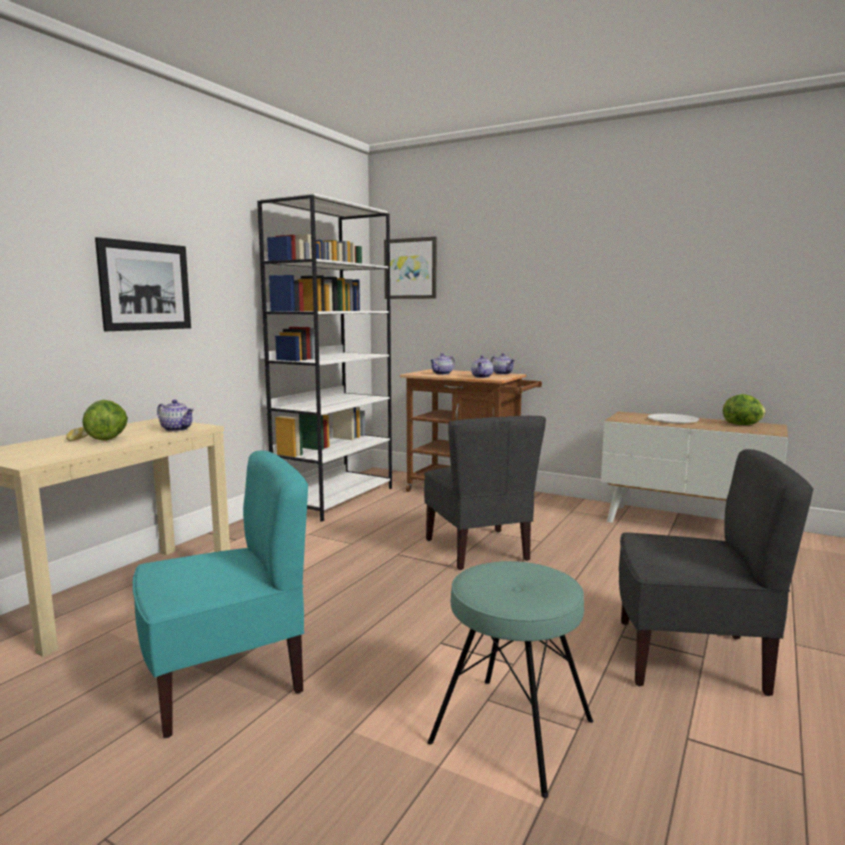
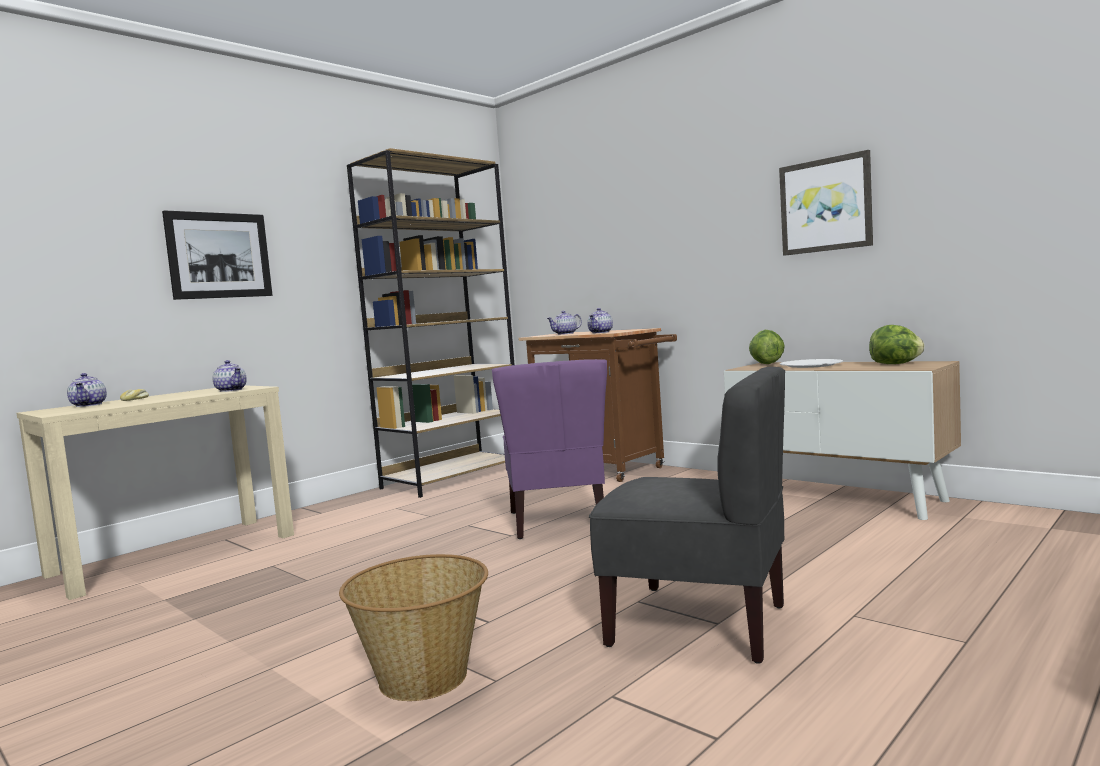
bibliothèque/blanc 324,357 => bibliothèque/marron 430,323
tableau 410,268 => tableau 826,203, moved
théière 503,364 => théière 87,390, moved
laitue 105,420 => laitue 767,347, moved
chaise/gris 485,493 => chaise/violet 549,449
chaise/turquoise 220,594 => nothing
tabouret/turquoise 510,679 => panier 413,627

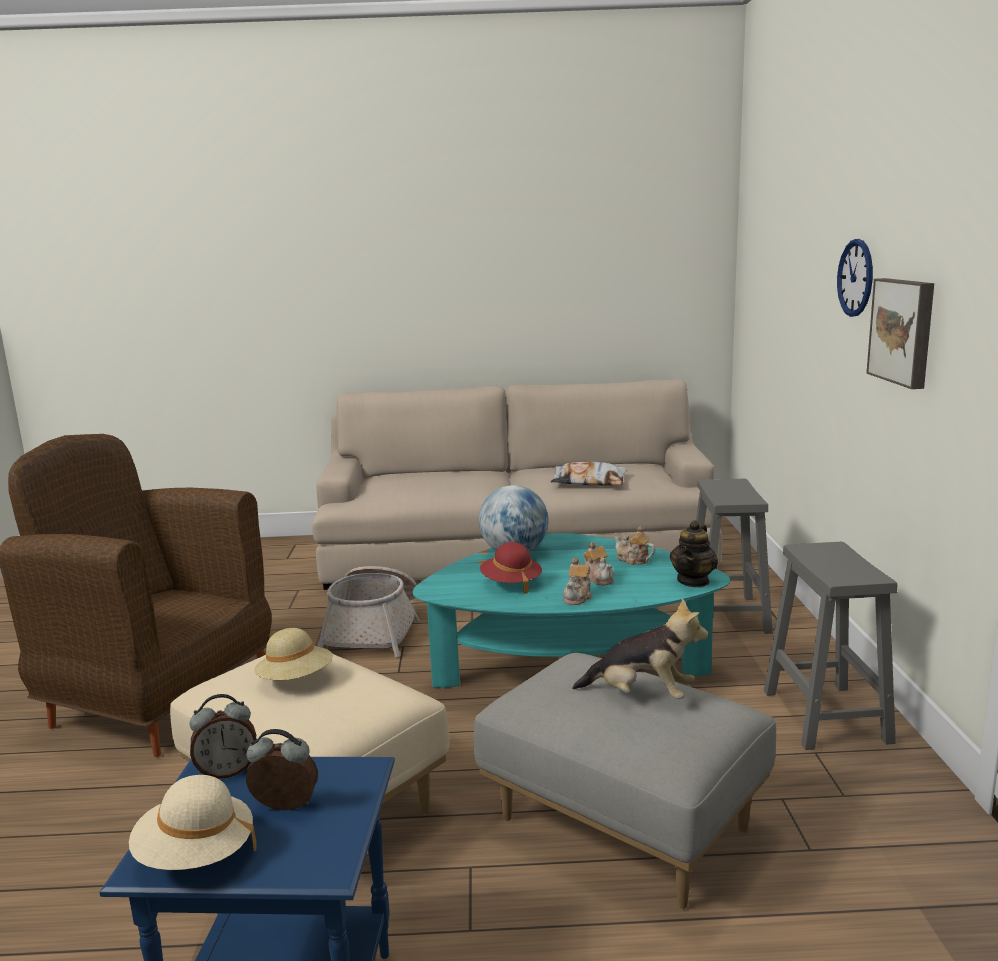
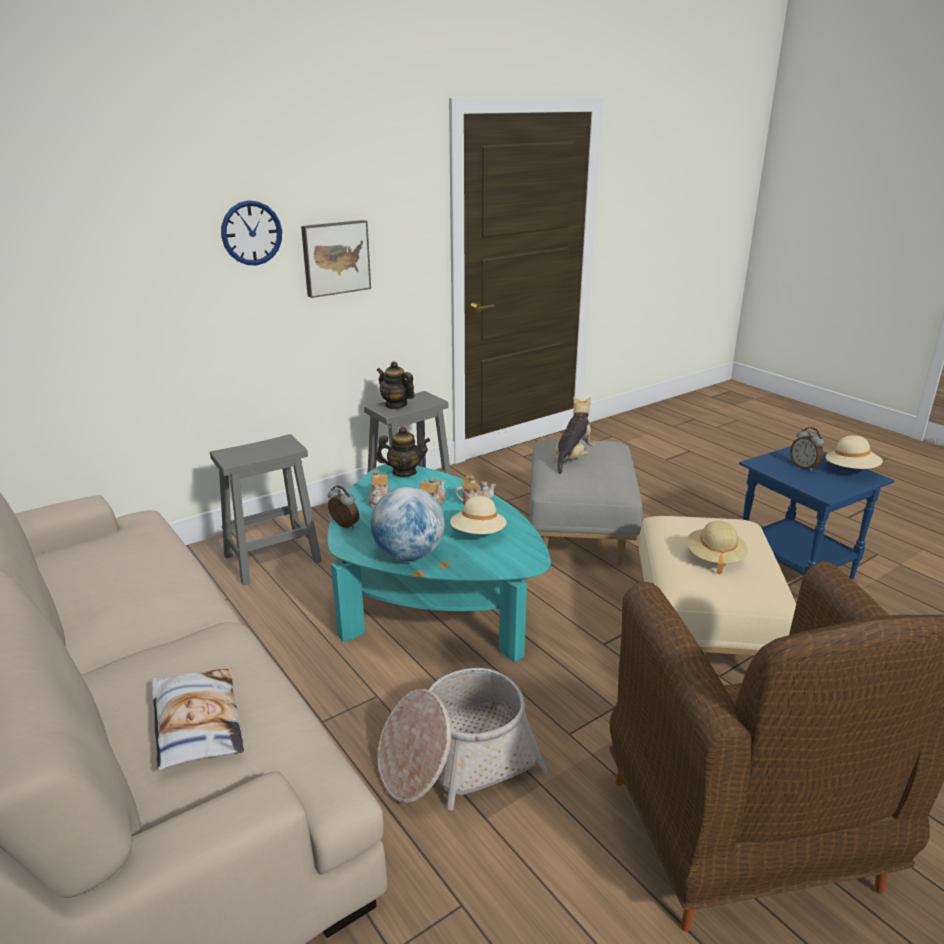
coussin 589,474 => coussin 198,719, moved
chapeau/rouge 511,568 => chapeau/beige 478,515
peluche 640,648 => peluche 575,435, 45 degrees clockwise
réveil 223,736 => réveil 343,507, moved
nothing => théière 396,385

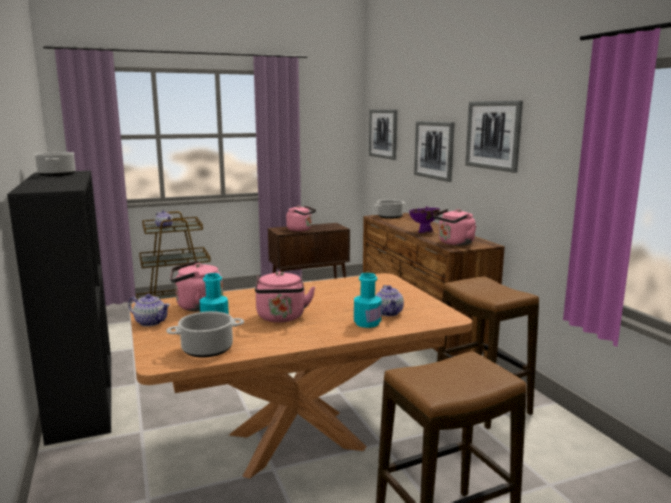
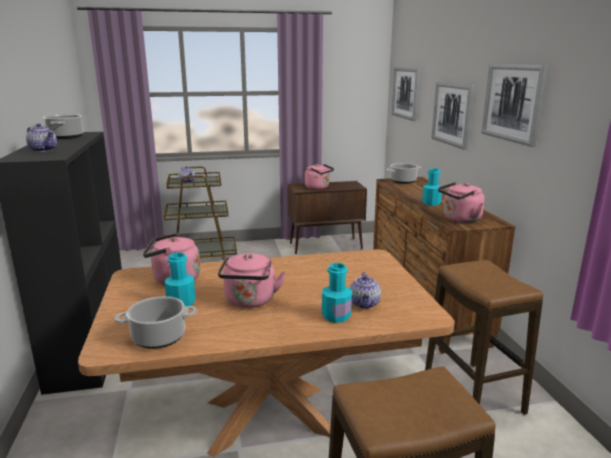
bol/violet 424,219 => bouteille/turquoise 432,187
théière 149,310 => théière 41,137, moved

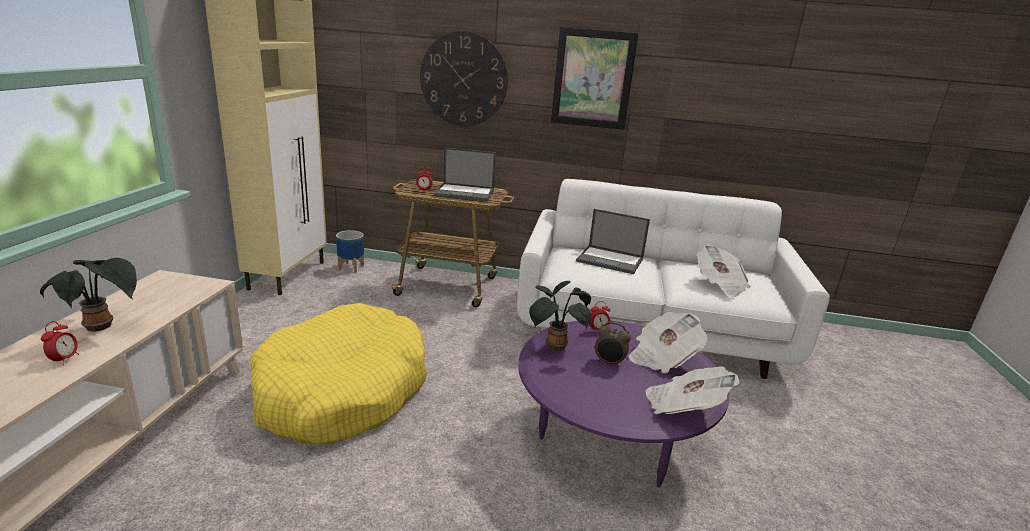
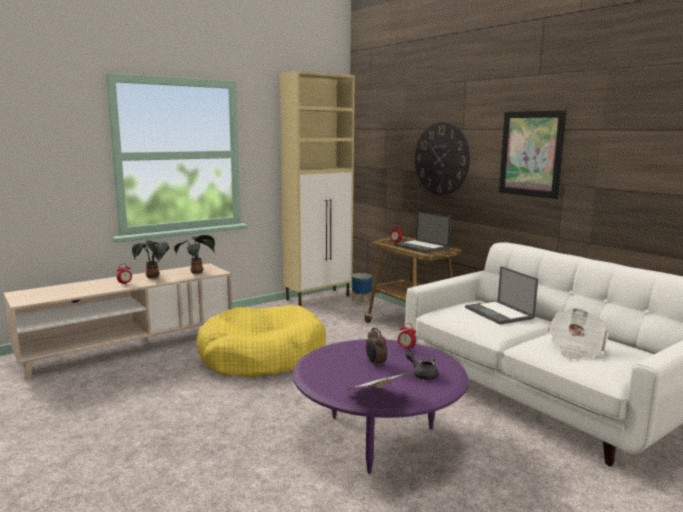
plante en pot 560,316 => plante en pot 194,254, moved
journal 668,342 => théière/gris 422,366

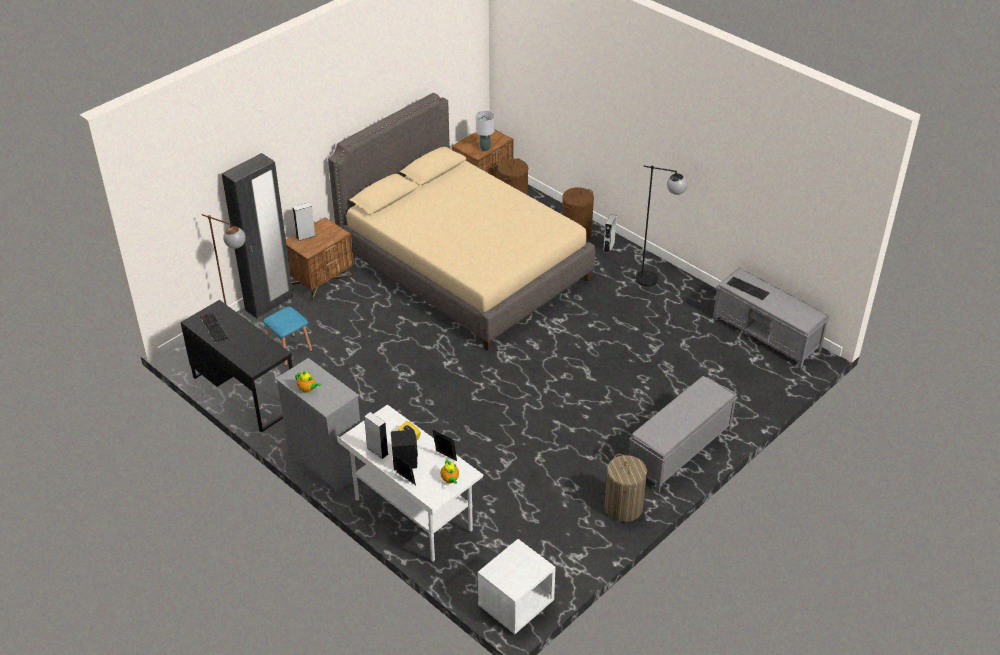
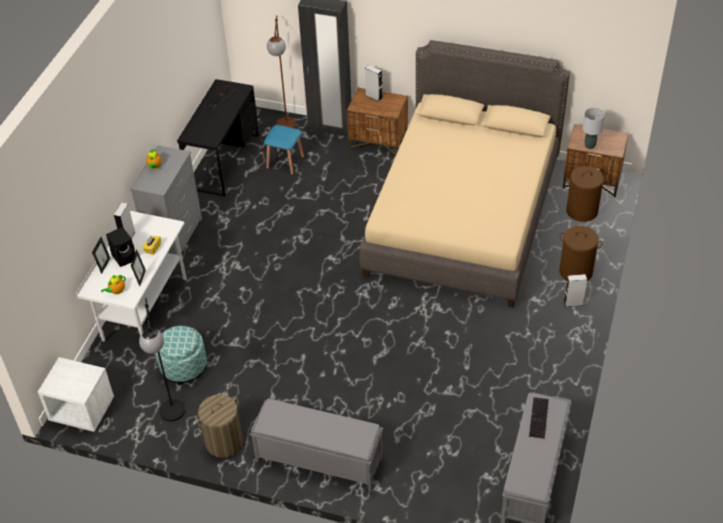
lampadaire/noir 662,226 => lampadaire/noir 162,359, moved
nothing => pouf 181,355

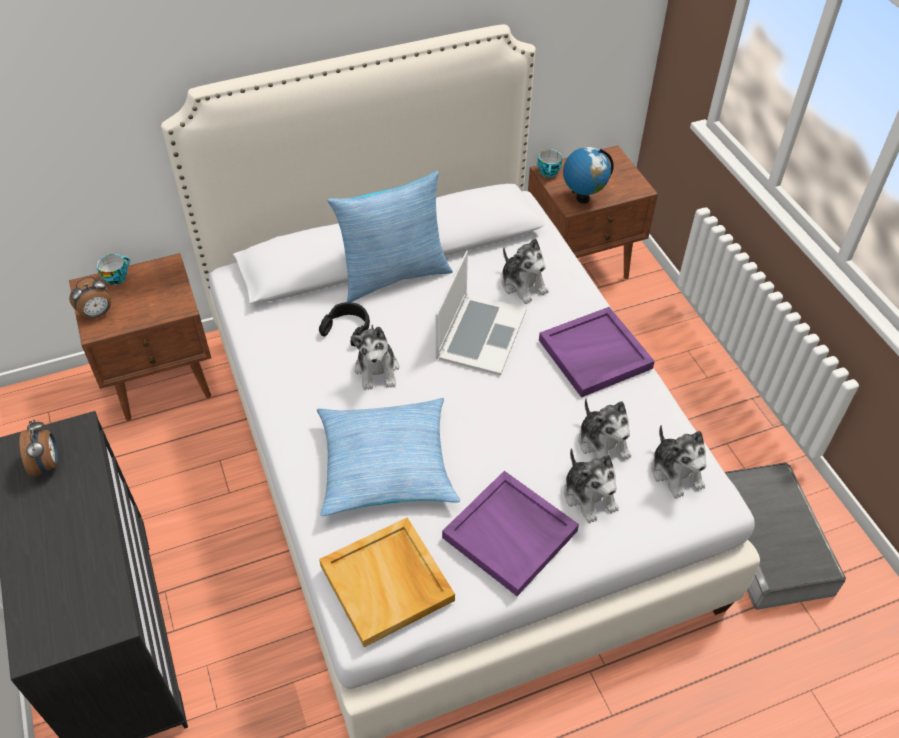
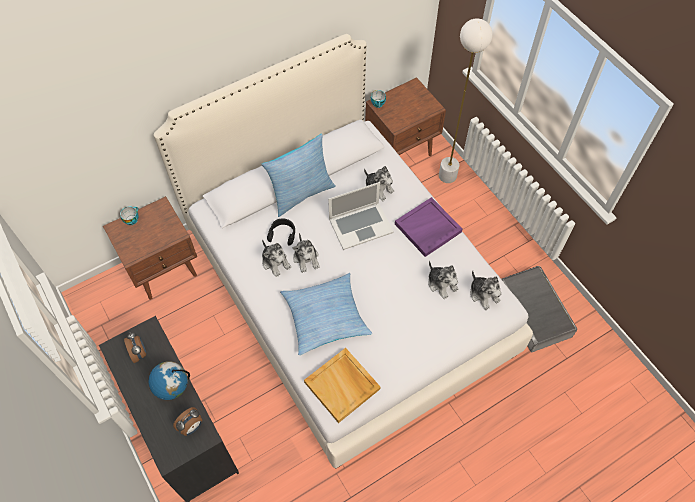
globe 588,175 => globe 169,380, moved
ordinateur portable 481,313 => ordinateur portable 361,216, 60 degrees clockwise
réveil 90,297 => réveil 187,421, moved
peluche 591,485 => peluche 276,258, moved
plateau/violet 510,533 => nothing
nothing => lampadaire/blanc 466,100

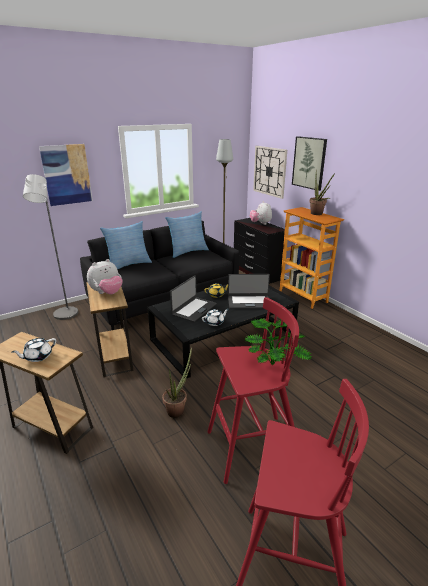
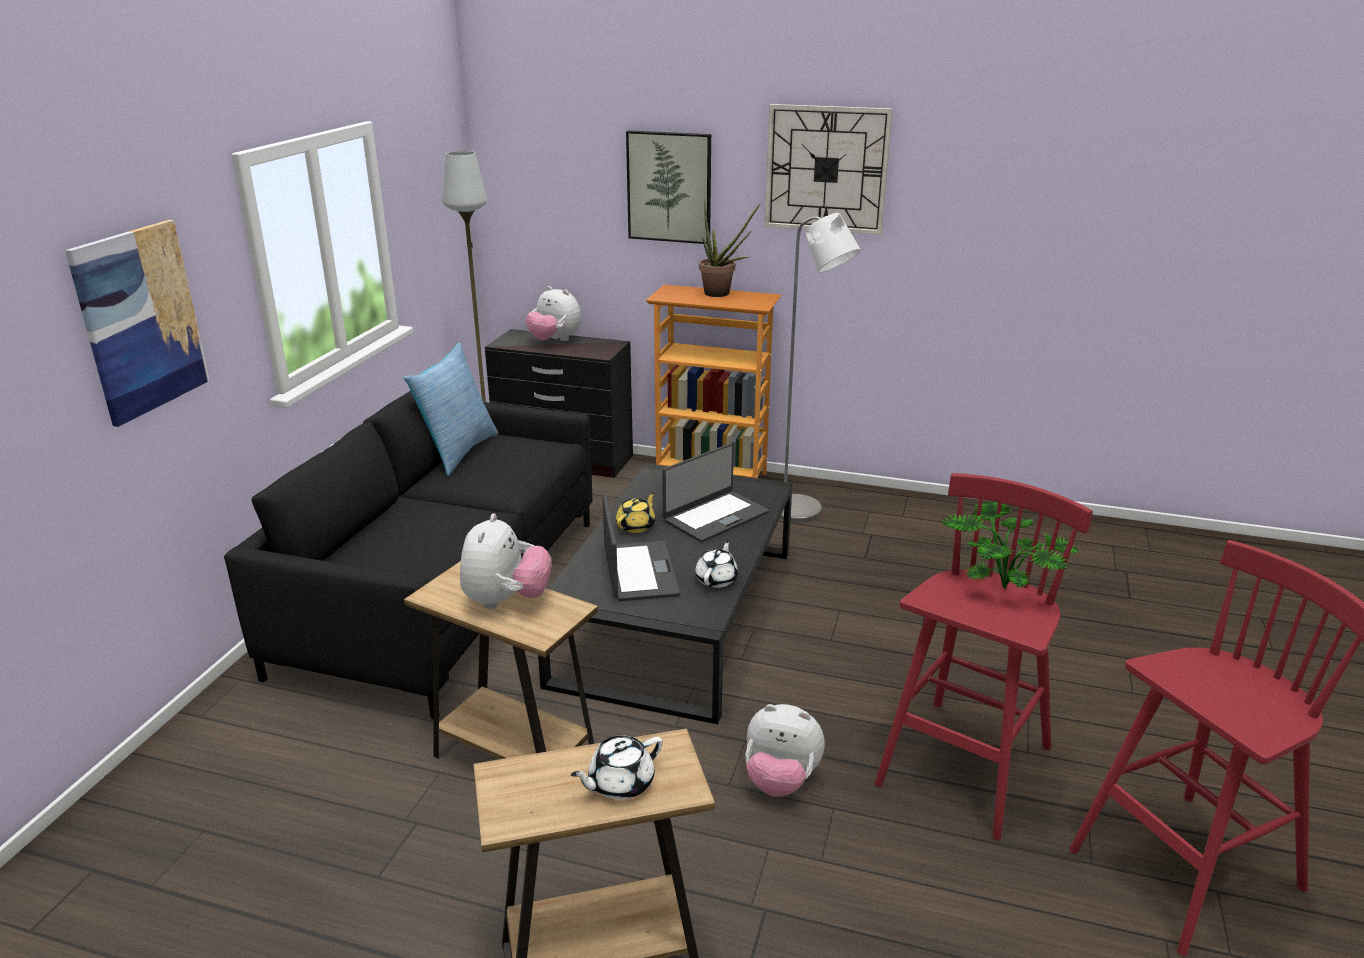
horloge murale 270,172 => horloge murale 829,169, moved
lampadaire/gris 50,247 => lampadaire/gris 820,367, moved
coussin 126,245 => nothing
théière/blanc 34,350 => théière/blanc 617,767, 45 degrees clockwise
plante en pot 177,382 => peluche 785,750

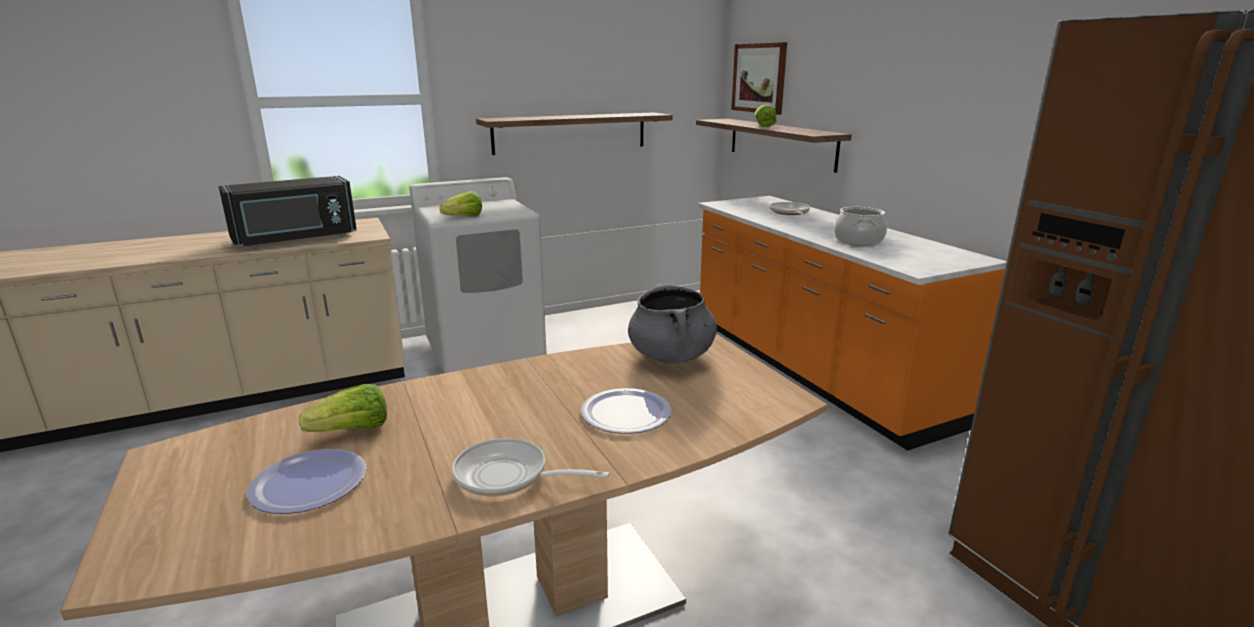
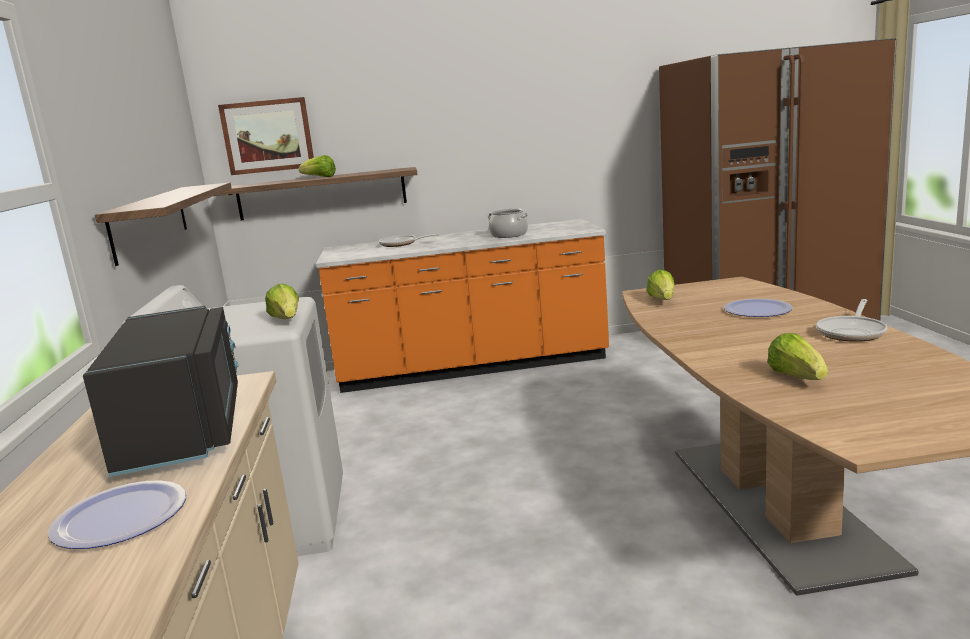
marmite/gris 672,323 => laitue 661,285
assiette 306,481 => assiette 117,514, moved

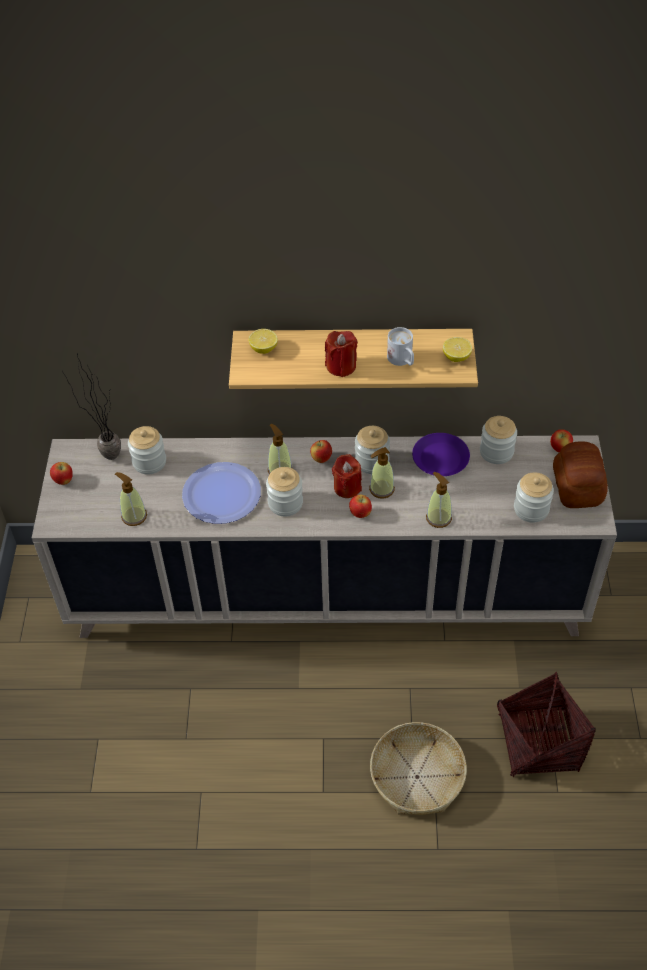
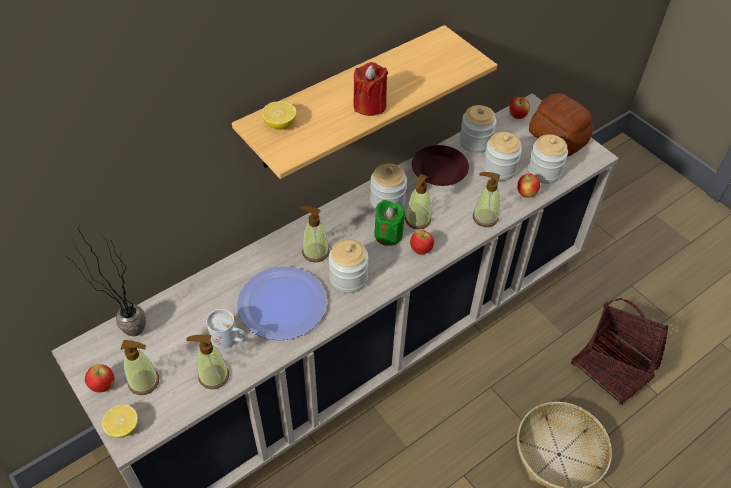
mug/blanc 400,346 => mug/blanc 226,329, moved
citron 457,349 => citron 120,421, moved
bocal 147,450 => bocal 502,156, moved
assiette/violet 441,454 => assiette/marron 440,165
pomme 321,451 => pomme 528,185, moved
bougie/rouge 347,476 => bougie/vert 389,223
nothing => distributeur de savon 139,367

